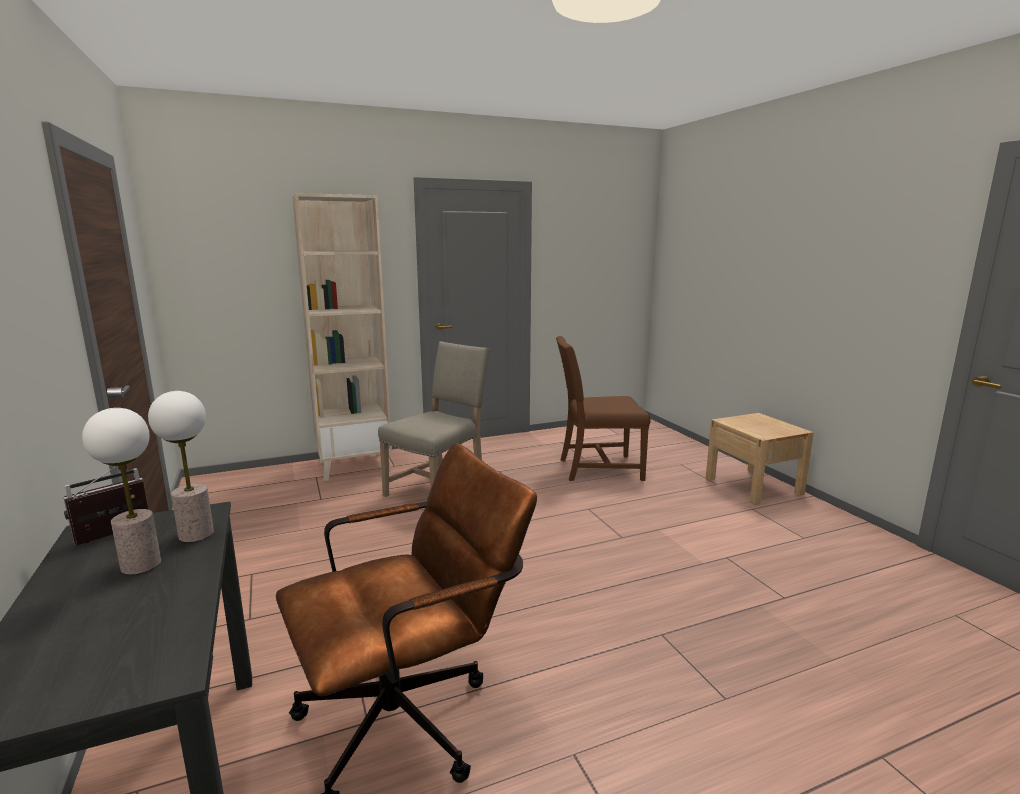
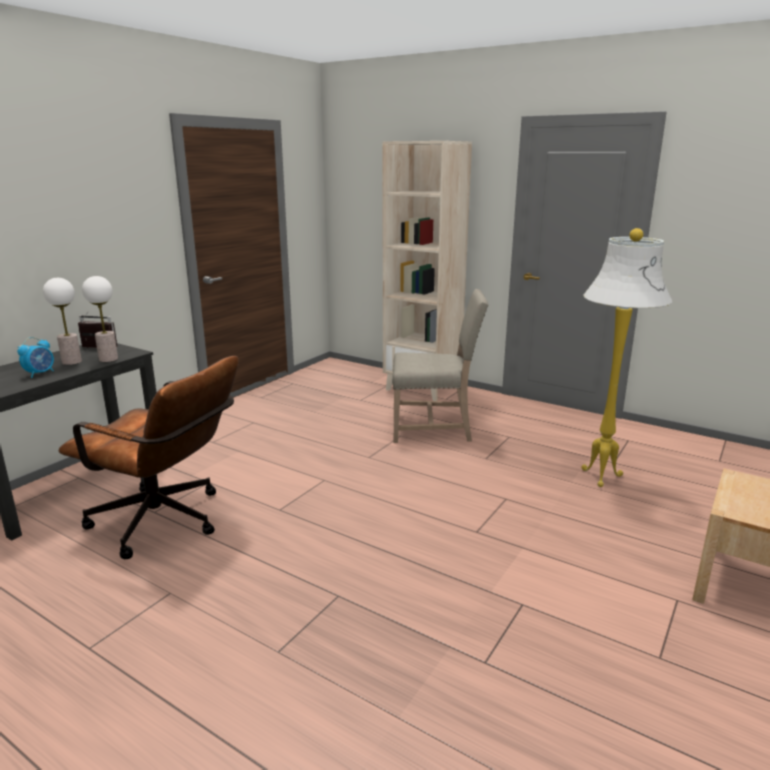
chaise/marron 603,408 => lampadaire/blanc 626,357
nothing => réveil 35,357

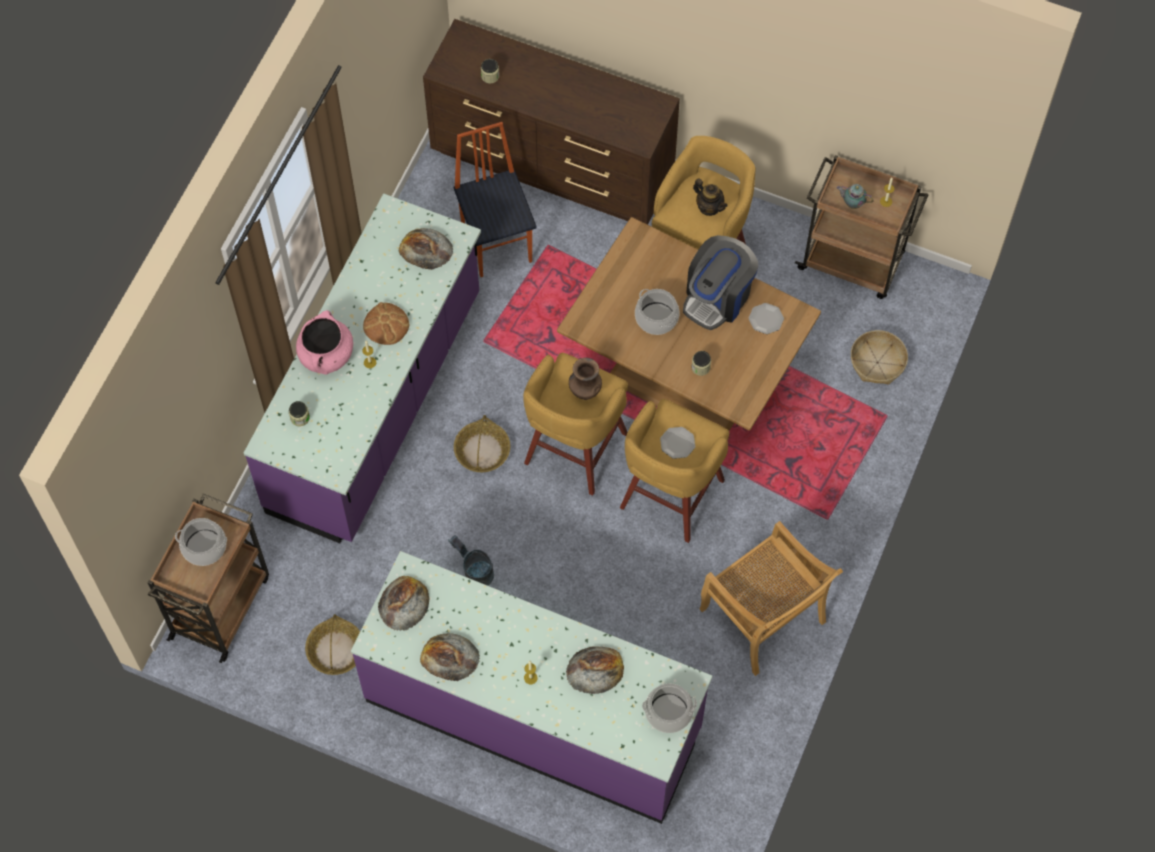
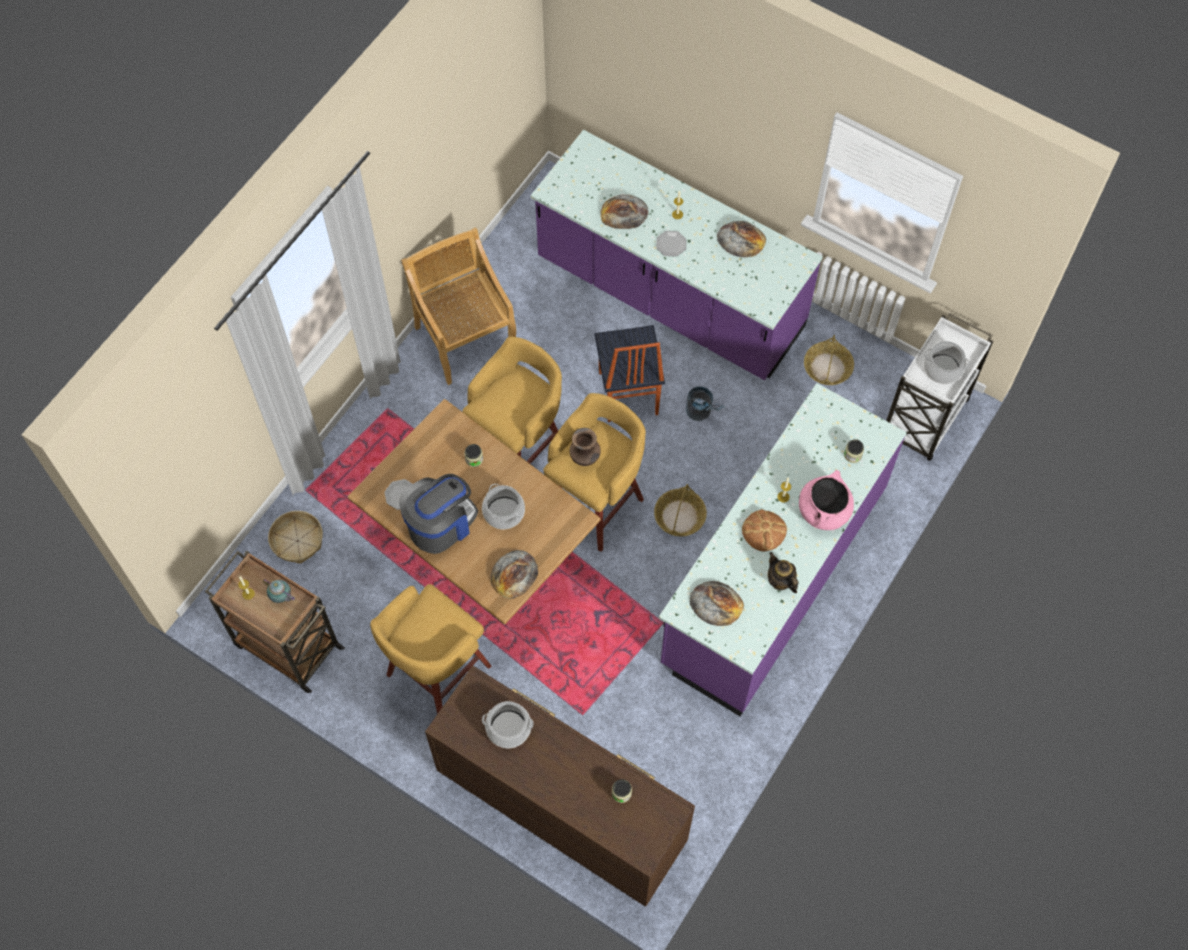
chaise 495,199 => chaise 630,373, moved
théière 710,197 => théière 783,572, moved
assiette 677,443 => assiette 671,244, moved
chariot/marron 208,578 => chariot/blanc 939,386
pain 403,603 => pain 514,574, moved
marmite 669,708 => marmite 508,724, moved

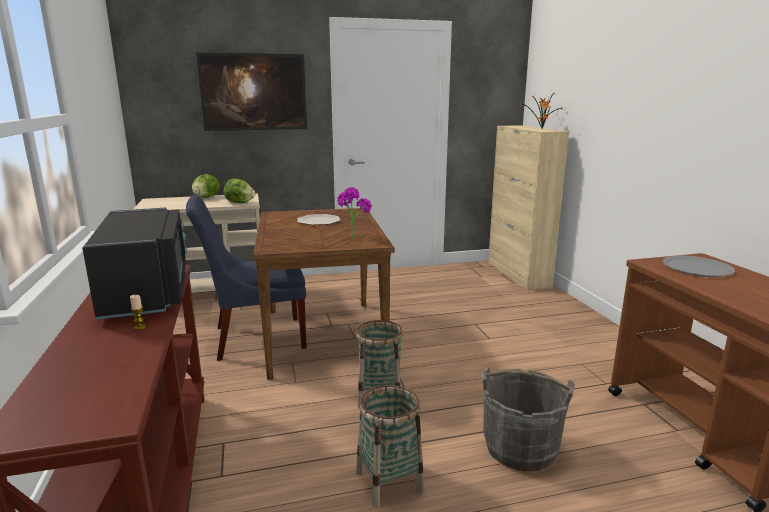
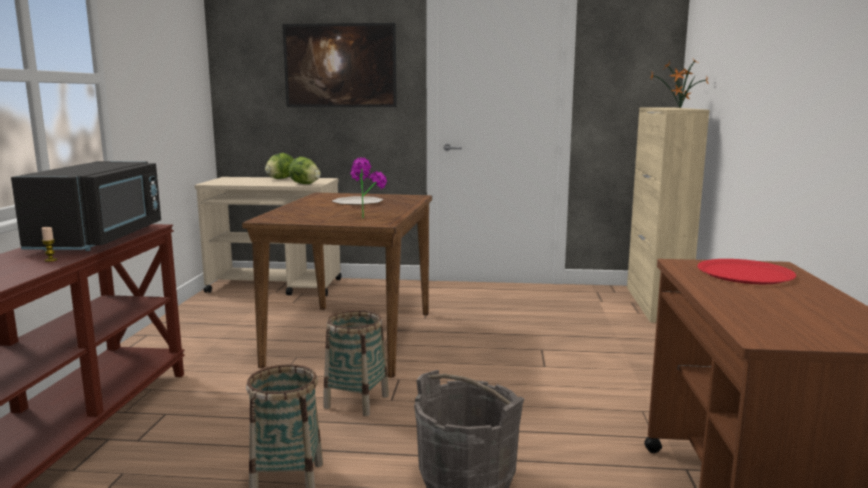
chaise/bleu 246,278 => nothing
assiette/gris 699,266 => assiette/rouge 746,271

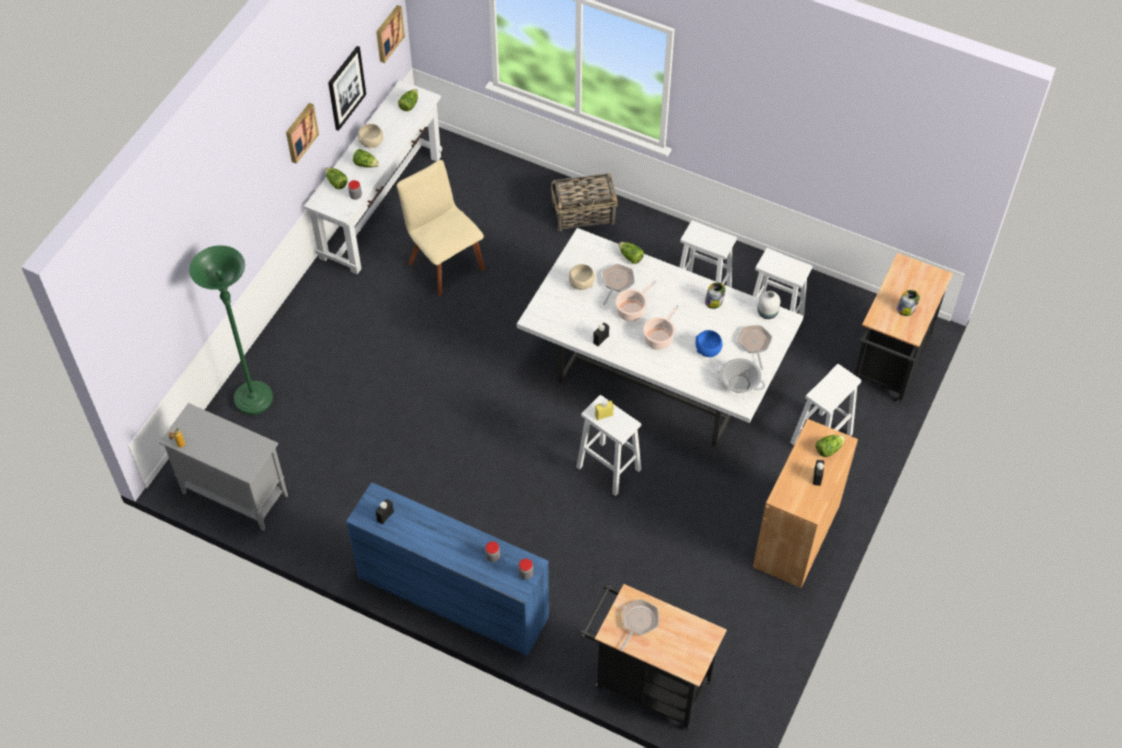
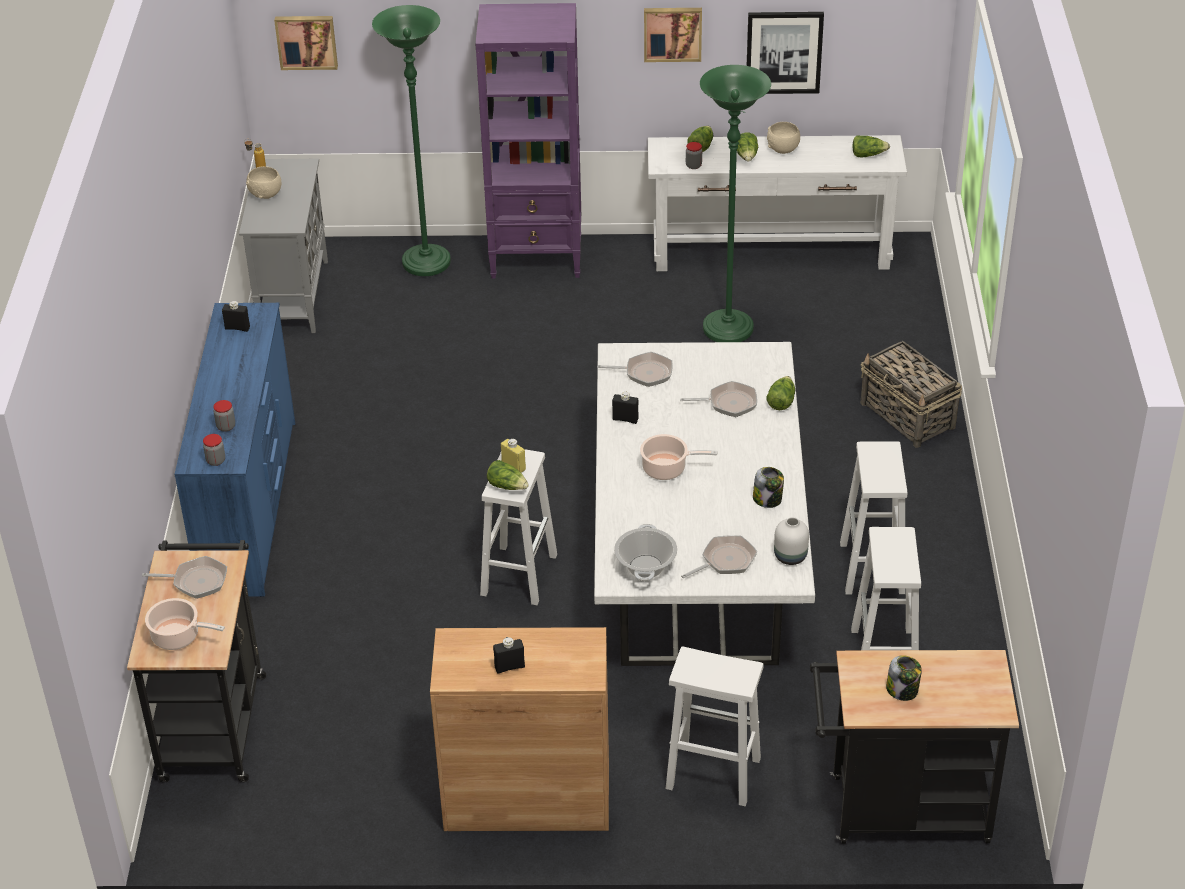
tableau 390,34 => tableau 306,43, moved
chaise/beige 441,228 => lampadaire/vert 735,203
bol/beige 582,277 => bol/beige 263,182, moved
marmite 636,301 => marmite 185,624, moved
bol/bleu 709,343 => nothing
laitue 830,446 => laitue 508,475, moved
nothing => bibliothèque/violet 528,140
nothing => poêle 635,369

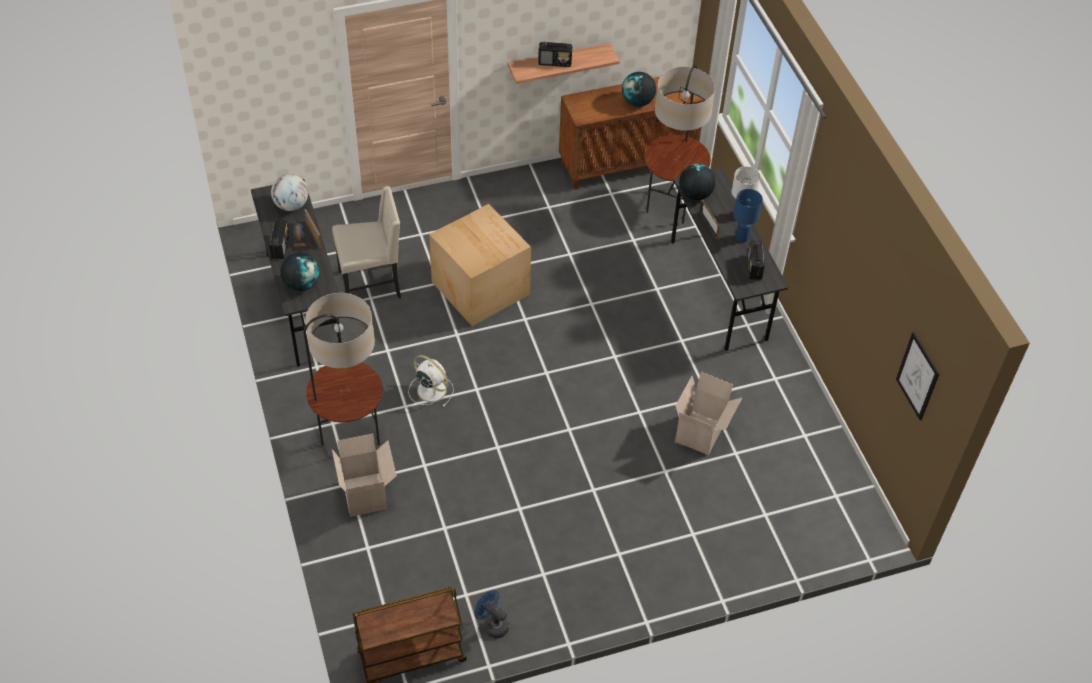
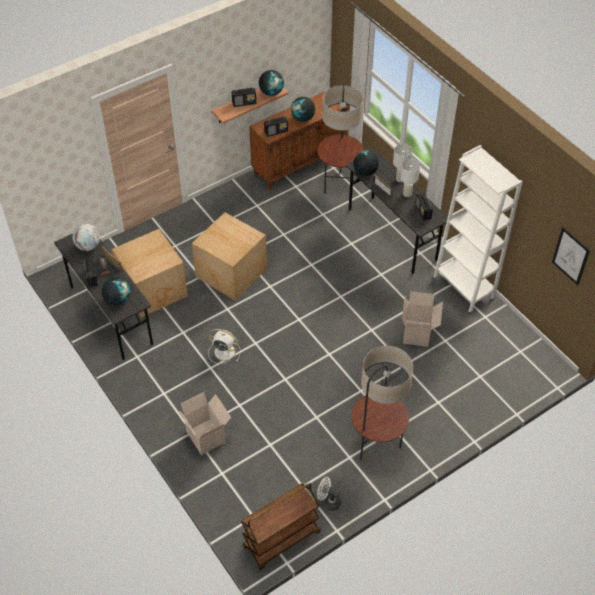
chaise/beige 366,242 => carton 150,273
lampe de table/bleu 748,216 => lampe de table/blanc 410,178
lampadaire 343,369 => lampadaire 382,403, moved
ventilateur/bleu 492,614 => ventilateur/blanc 329,494
nothing => globe 271,83
nothing => radio 276,126
nothing => bibliothèque/blanc 478,228

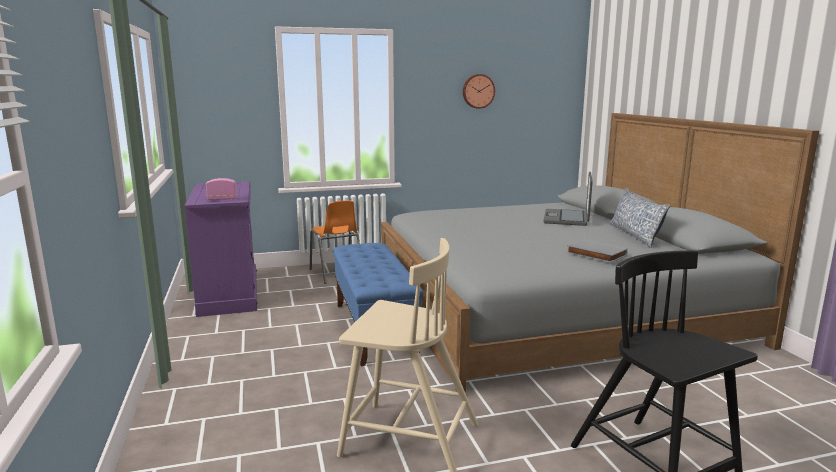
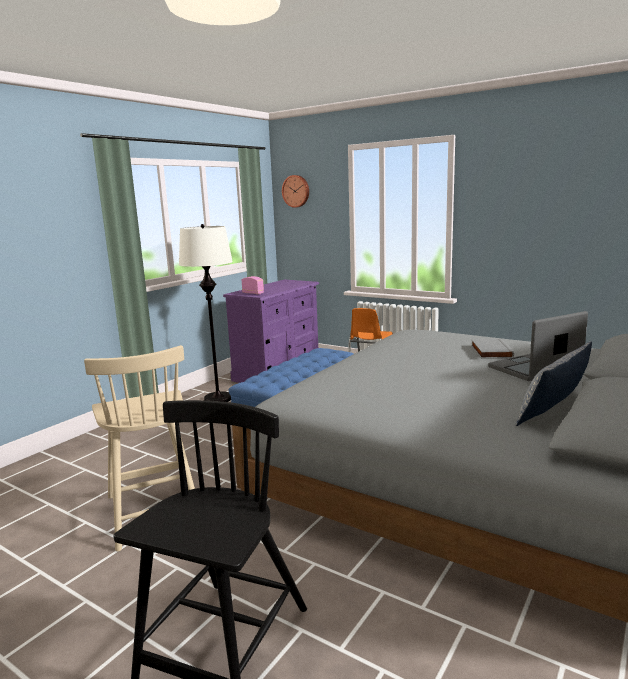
horloge murale 479,91 => horloge murale 295,191, moved
livre/gris 596,251 => livre/gris 492,349, moved
nothing => lampadaire/blanc 206,313

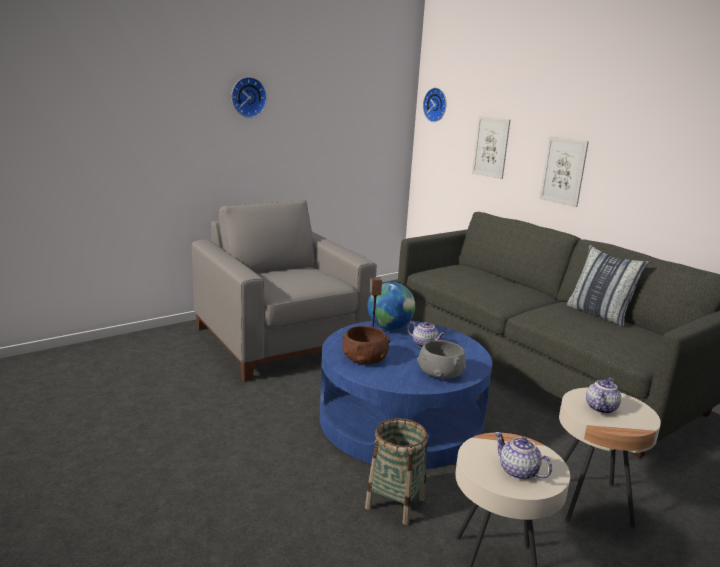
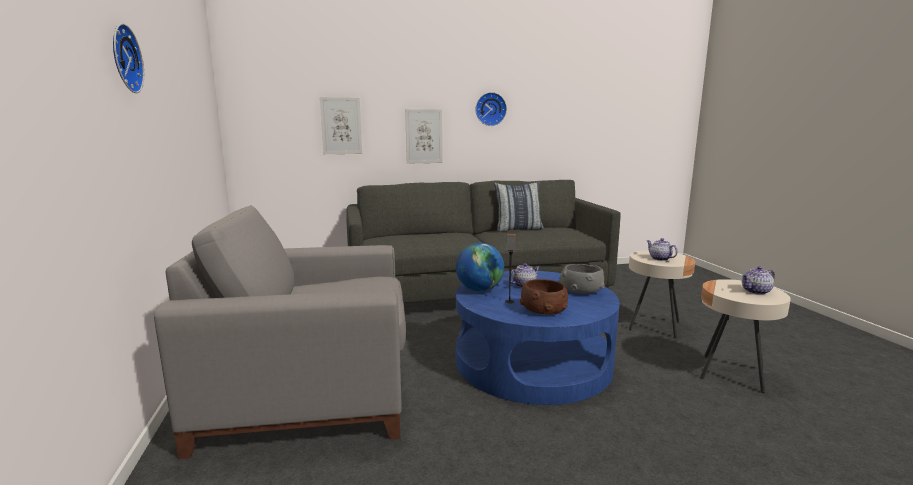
horloge murale 434,105 => horloge murale 491,109, moved
panier 396,471 => nothing

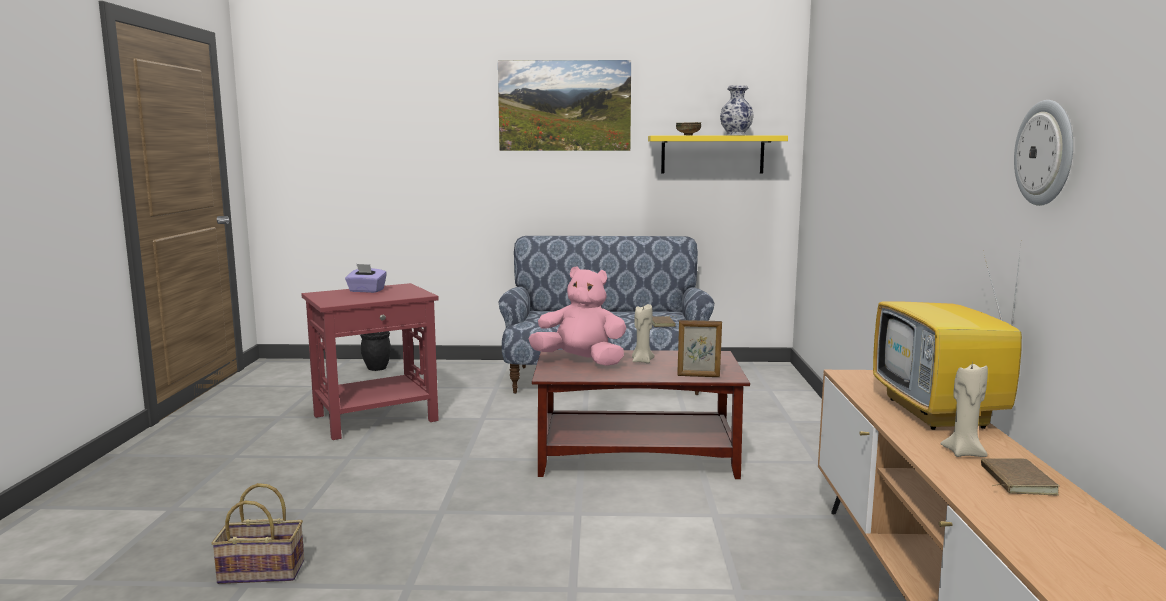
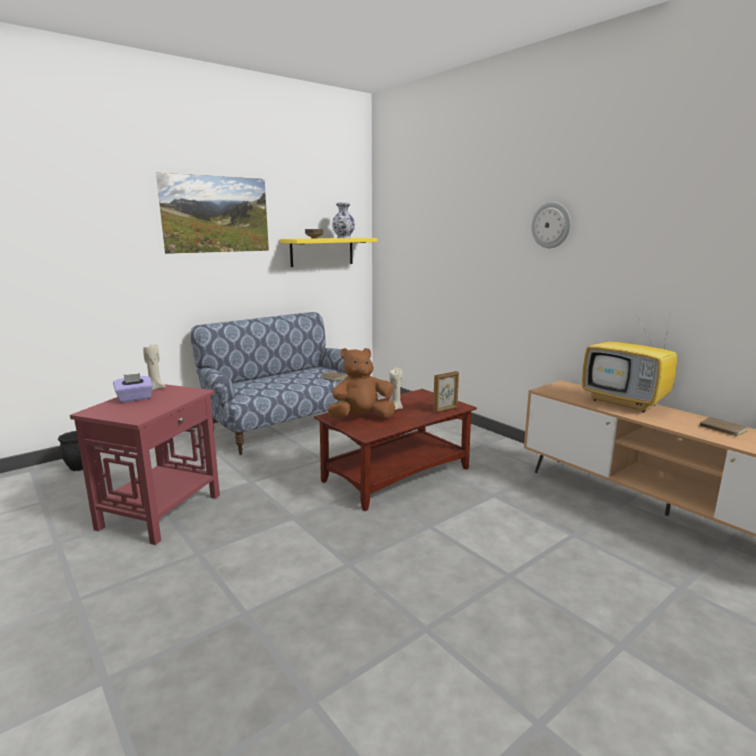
horloge murale 1043,153 => horloge murale 551,225, moved
peluche/rose 578,316 => peluche/marron 361,383
bougie/beige 964,408 => bougie/beige 154,367, moved
panier 257,533 => nothing

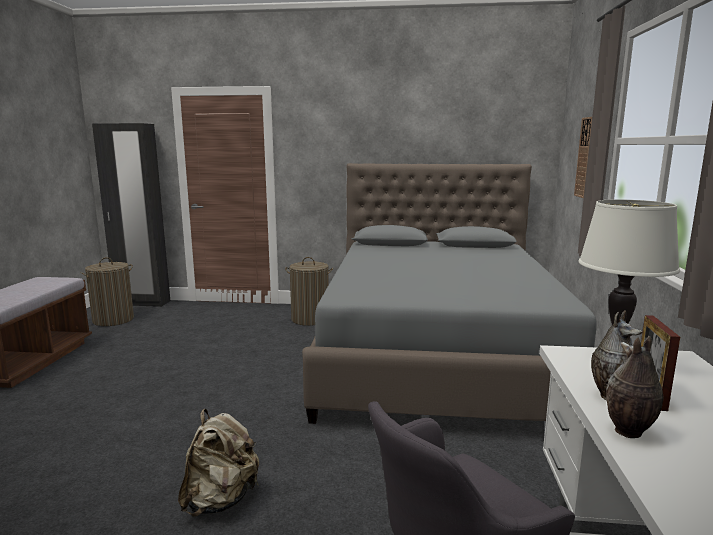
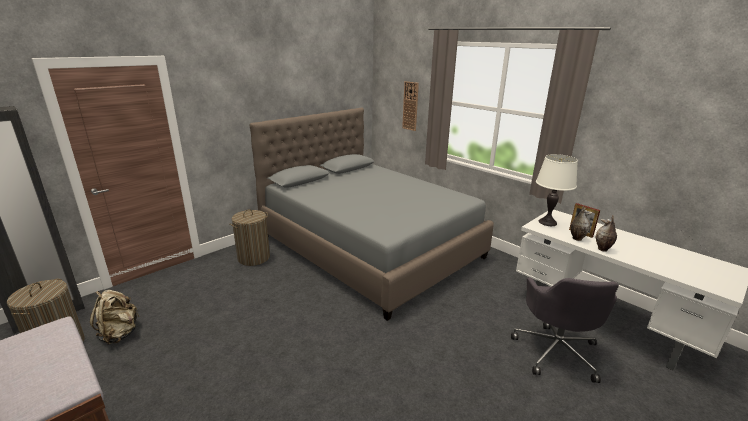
sac à dos/beige 218,463 => sac à dos/beige 114,317, moved

